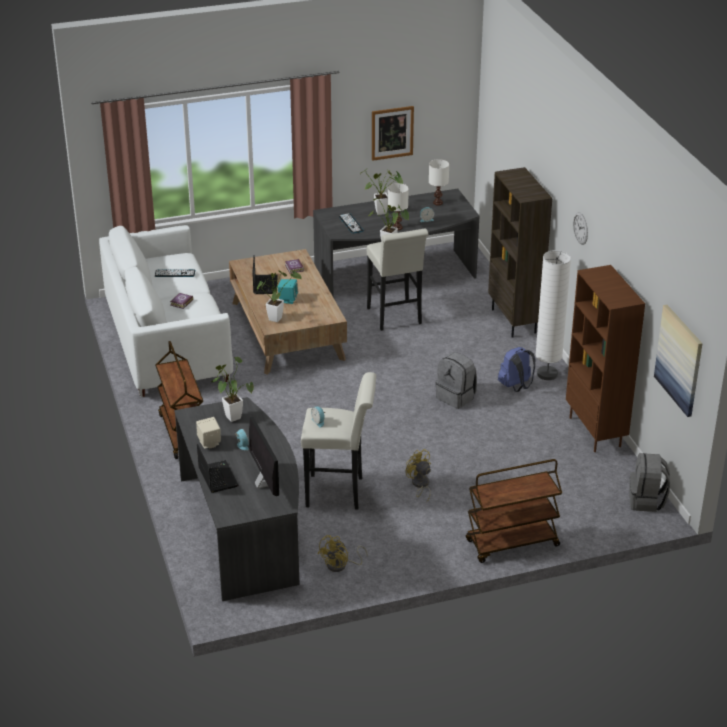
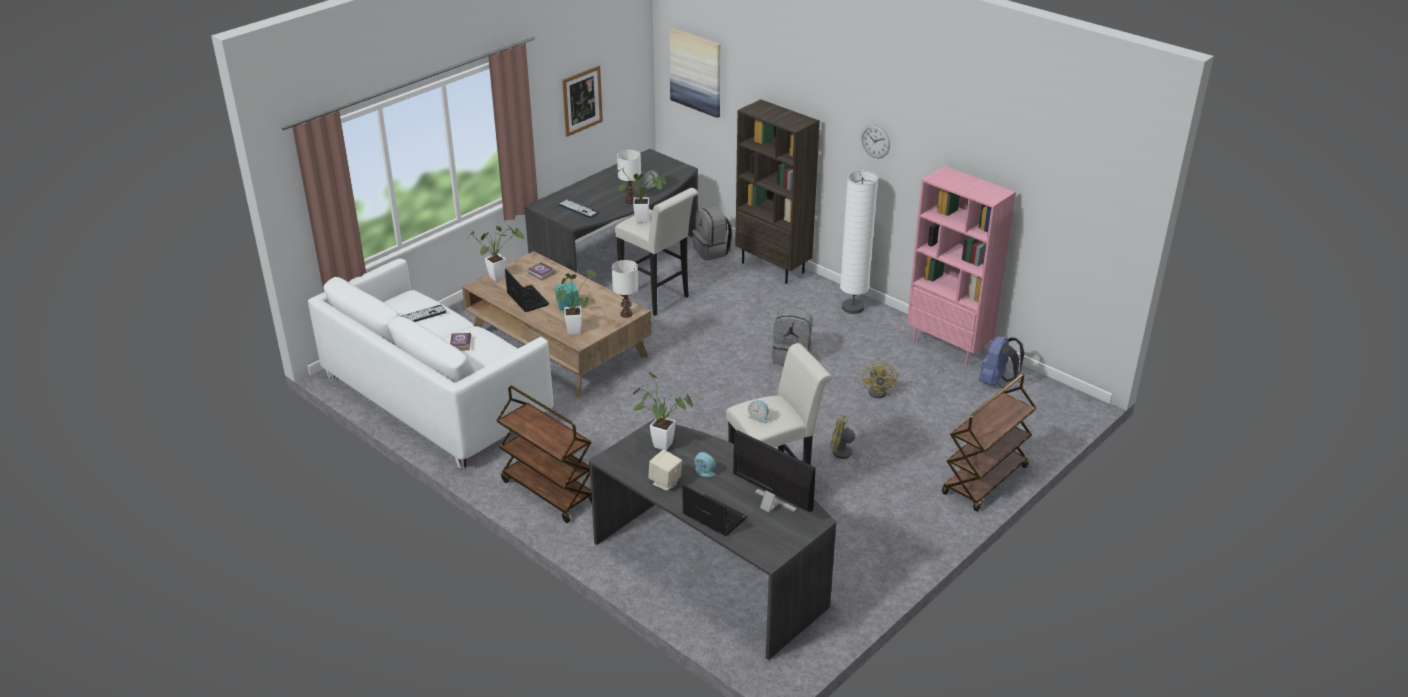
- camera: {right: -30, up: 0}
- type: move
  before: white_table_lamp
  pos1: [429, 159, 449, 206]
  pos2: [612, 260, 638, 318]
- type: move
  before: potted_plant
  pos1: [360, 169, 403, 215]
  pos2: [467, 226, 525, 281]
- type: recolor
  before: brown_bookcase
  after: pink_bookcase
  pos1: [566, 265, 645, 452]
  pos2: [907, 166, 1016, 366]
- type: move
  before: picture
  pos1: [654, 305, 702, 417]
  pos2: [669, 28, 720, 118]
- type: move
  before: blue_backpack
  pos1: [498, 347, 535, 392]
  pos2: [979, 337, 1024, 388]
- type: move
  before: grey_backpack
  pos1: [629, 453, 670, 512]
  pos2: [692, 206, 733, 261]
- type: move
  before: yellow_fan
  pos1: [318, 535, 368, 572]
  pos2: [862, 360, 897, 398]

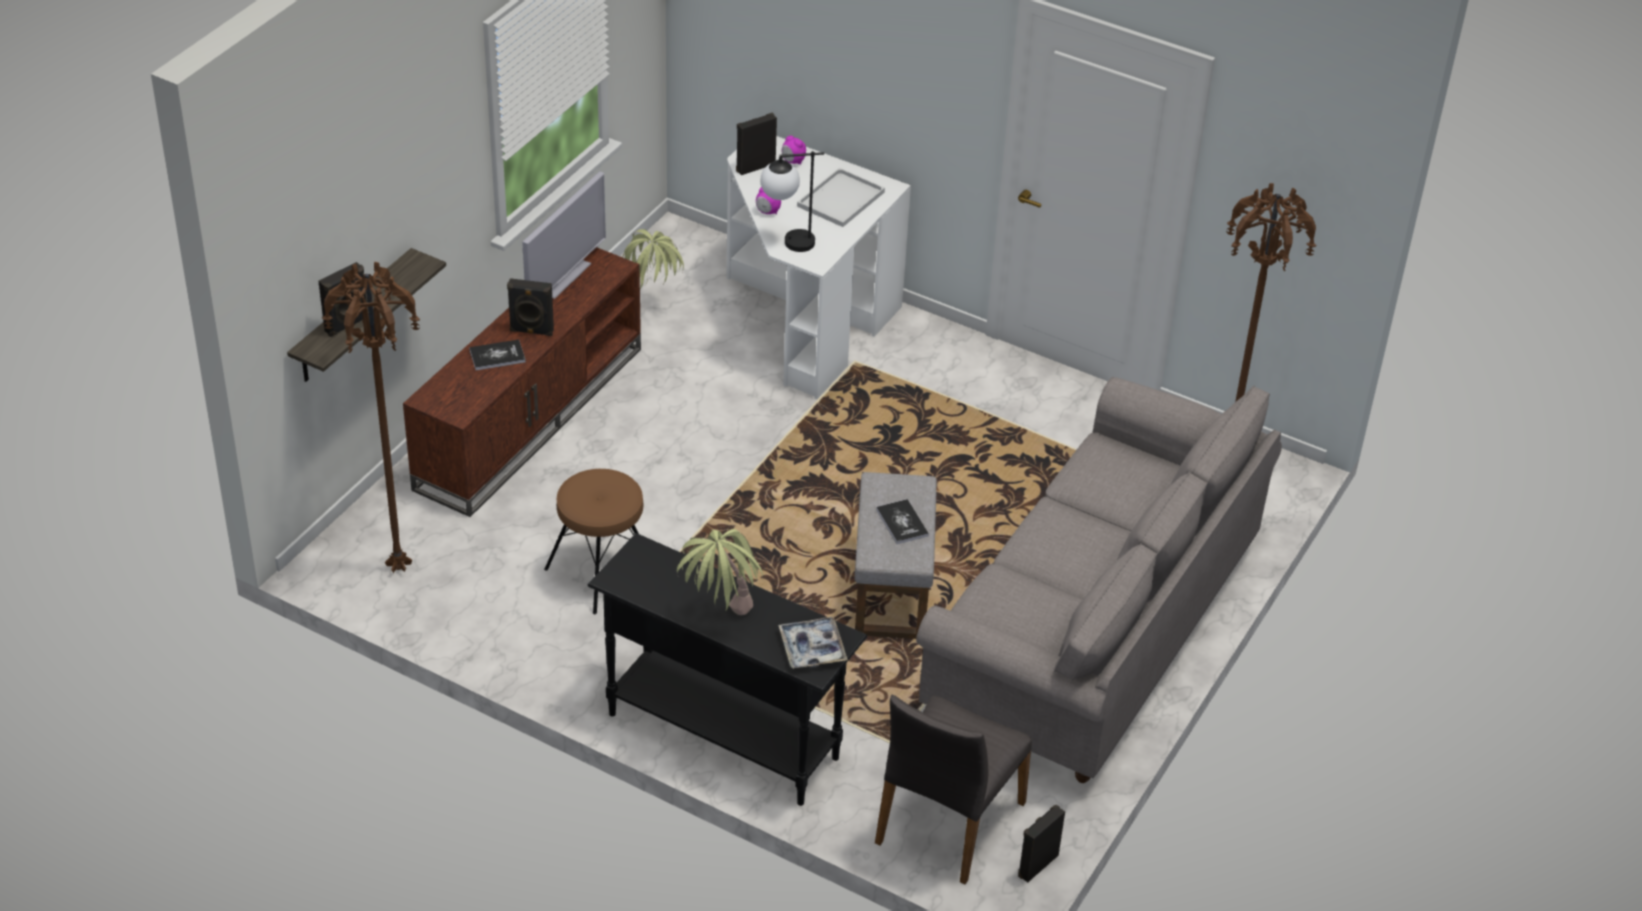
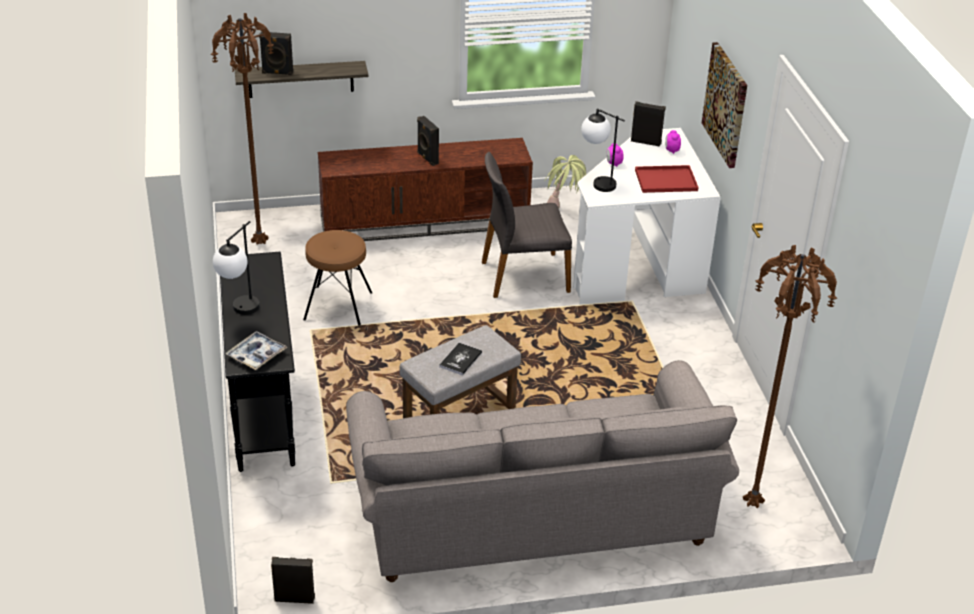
- camera: {right: 50, up: -5}
- type: recolor
  before: white_tray
  after: red_tray
  pos1: [797, 168, 885, 227]
  pos2: [635, 165, 699, 193]
- type: delete
  before: television
  pos1: [522, 172, 606, 299]
- type: delete
  before: book
  pos1: [469, 339, 526, 371]
- type: replace
  before: potted_plant
  after: table_lamp
  pos1: [677, 529, 763, 615]
  pos2: [213, 221, 260, 315]
- type: move
  before: grey_chair
  pos1: [875, 695, 1032, 884]
  pos2: [482, 152, 572, 298]
- type: insert
  after: picture
  pos2: [702, 42, 747, 168]

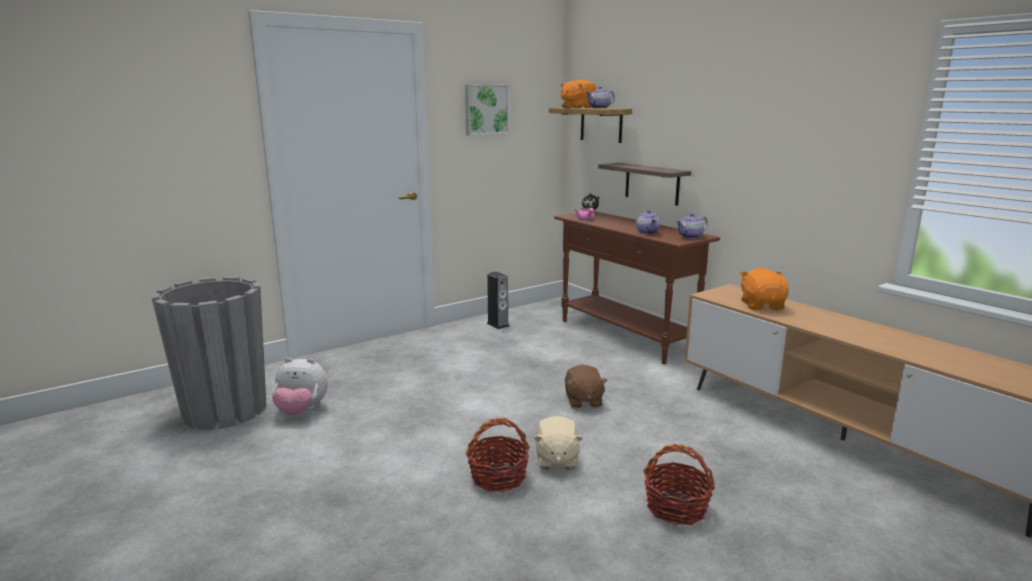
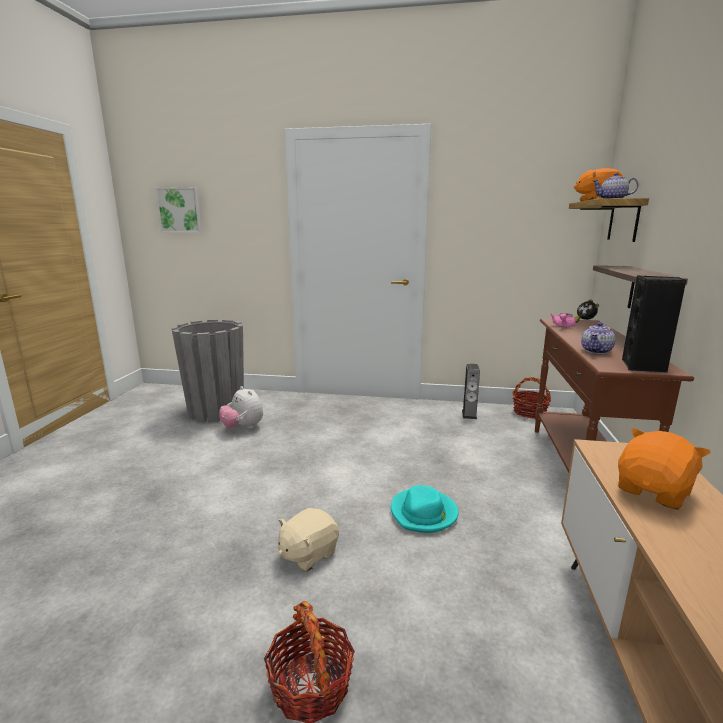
- camera: {right: 45, up: 0}
- type: move
  before: picture
  pos1: [465, 84, 509, 136]
  pos2: [155, 187, 202, 233]
- type: replace
  before: teapot
  after: black_speaker
  pos1: [676, 213, 708, 239]
  pos2: [622, 275, 687, 372]
- type: replace
  before: brown_plush_toy
  after: turquoise_hat
  pos1: [565, 365, 608, 408]
  pos2: [391, 485, 459, 533]
- type: move
  before: basket
  pos1: [465, 418, 529, 492]
  pos2: [512, 377, 551, 419]

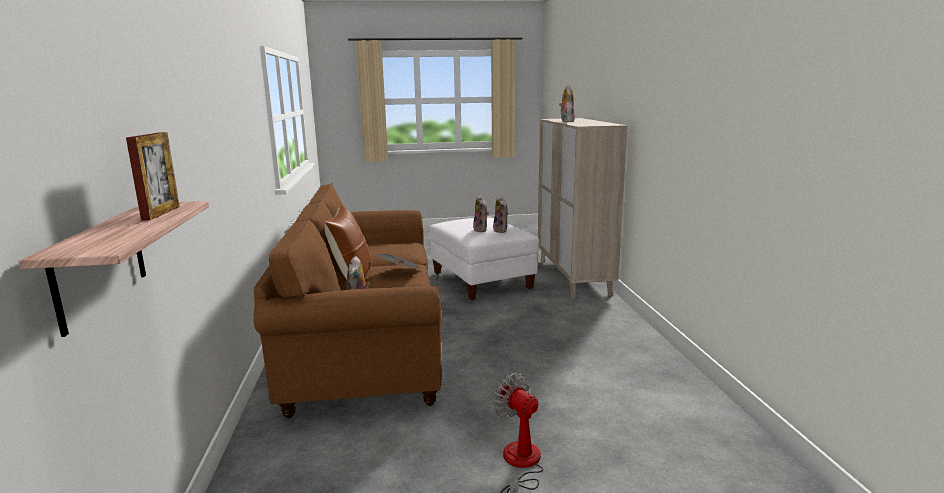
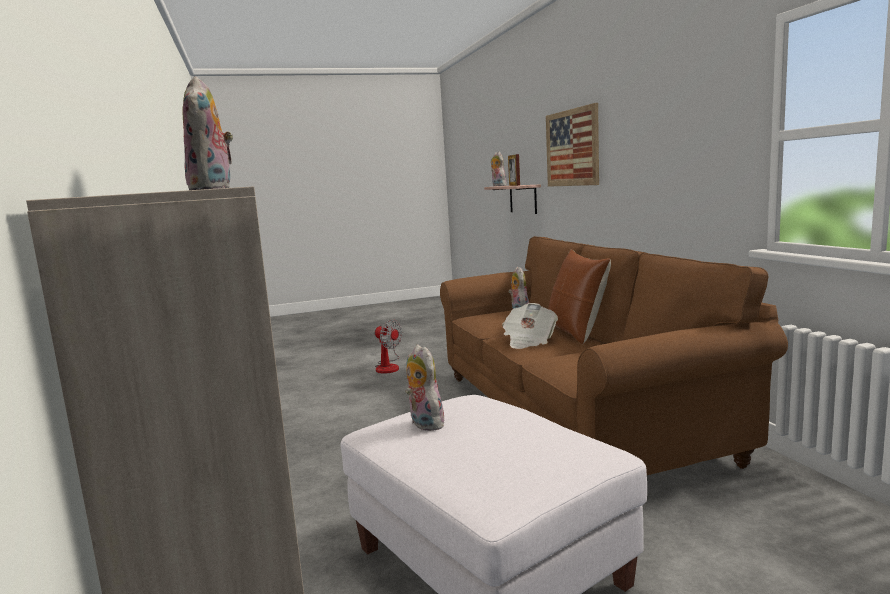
- camera: {right: 170, up: -5}
- type: move
  before: plush_toy
  pos1: [473, 195, 489, 232]
  pos2: [491, 152, 507, 186]
- type: insert
  after: picture
  pos2: [546, 103, 599, 187]

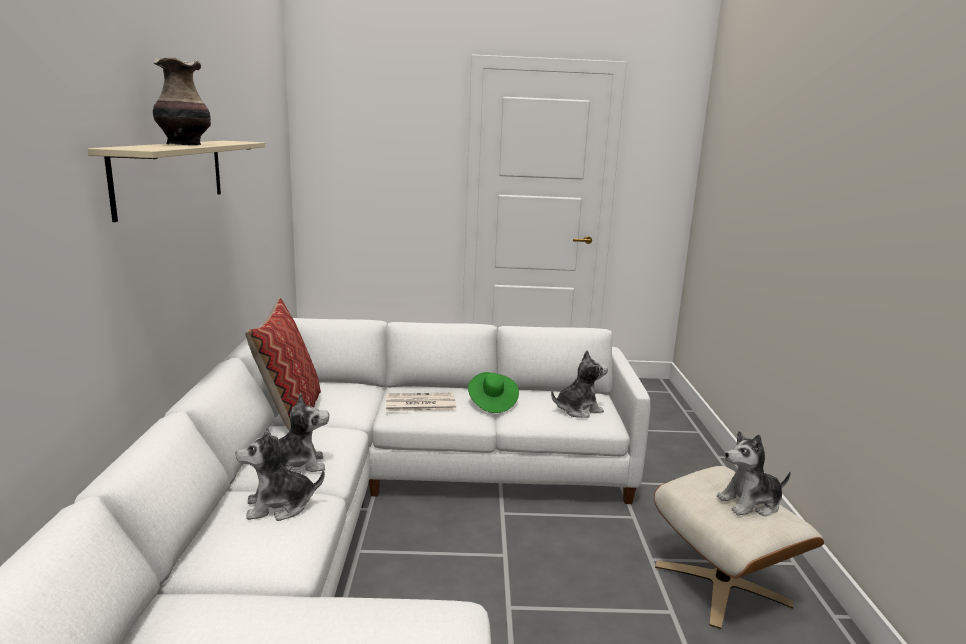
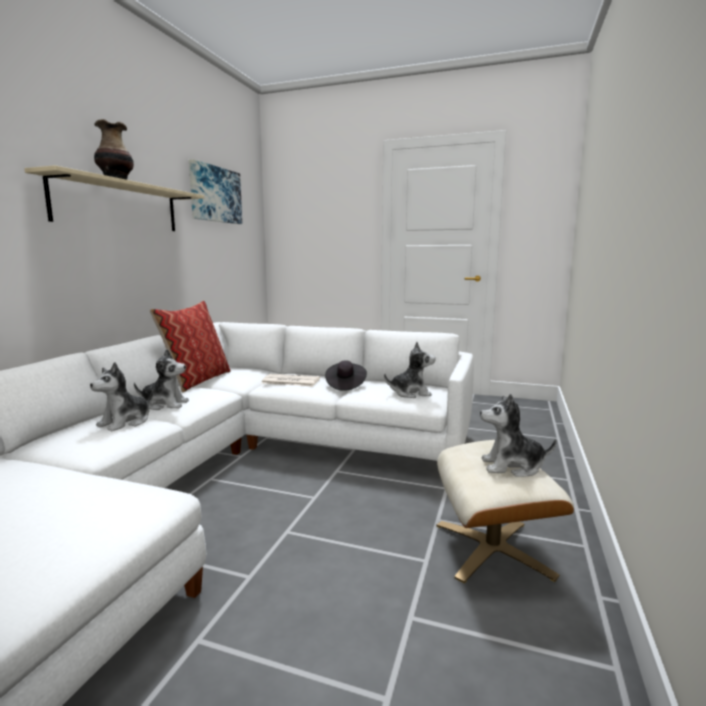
- camera: {right: 20, up: -5}
- type: recolor
  before: green_hat
  after: black_hat
  pos1: [468, 372, 519, 413]
  pos2: [325, 361, 367, 391]
- type: rotate
  before: plush_toy
  pos1: [236, 428, 325, 521]
  pos2: [90, 362, 154, 431]
  turn: -60
- type: insert
  after: picture
  pos2: [189, 159, 242, 224]

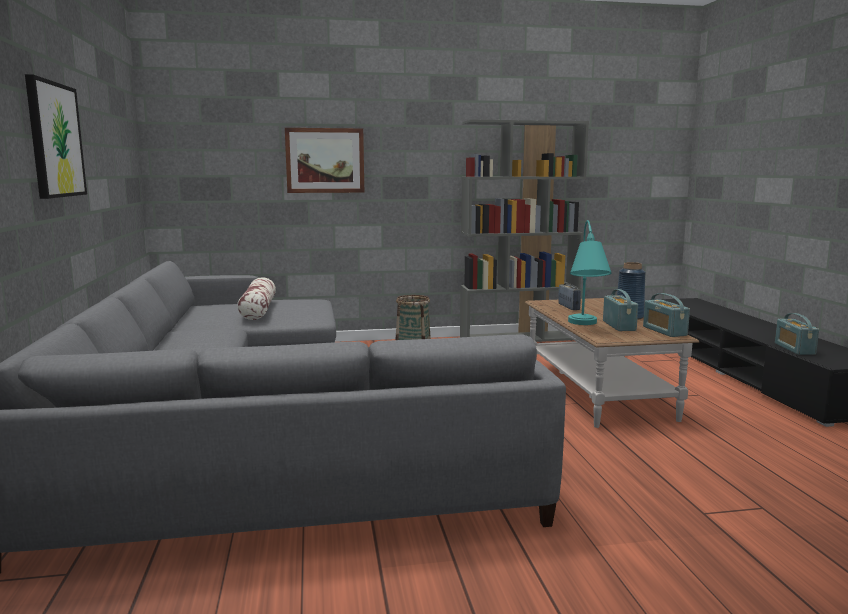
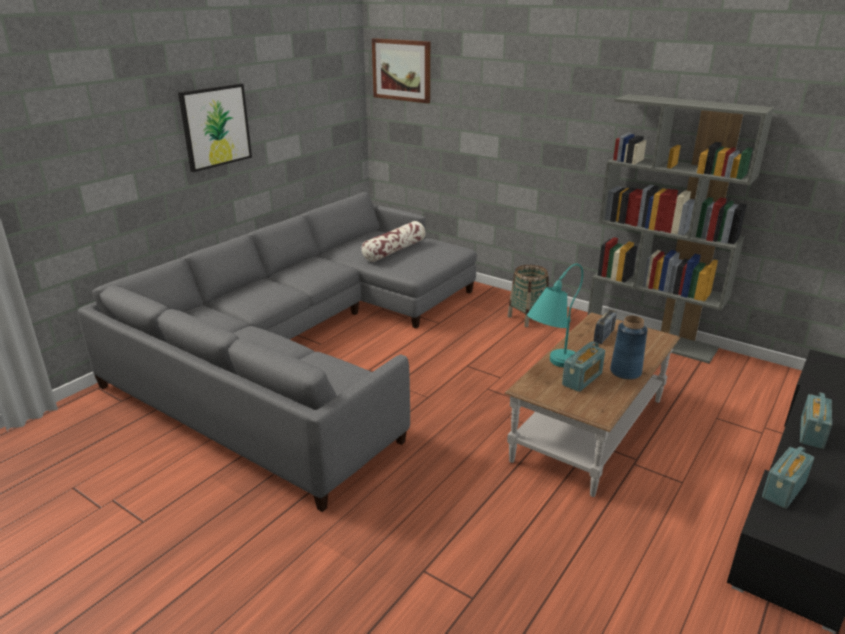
- camera: {right: 45, up: 15}
- type: move
  before: picture
  pos1: [285, 128, 364, 193]
  pos2: [372, 38, 430, 104]
- type: move
  before: radio
  pos1: [643, 293, 690, 337]
  pos2: [800, 392, 832, 449]

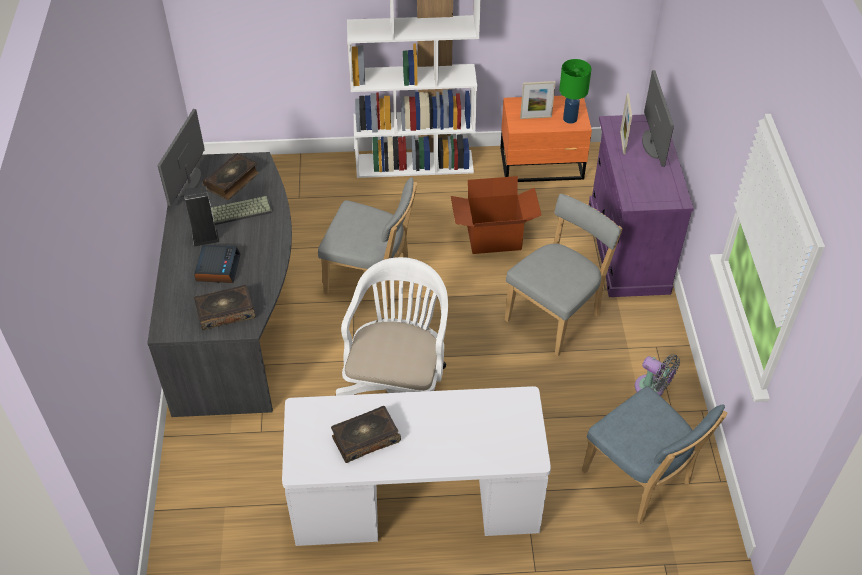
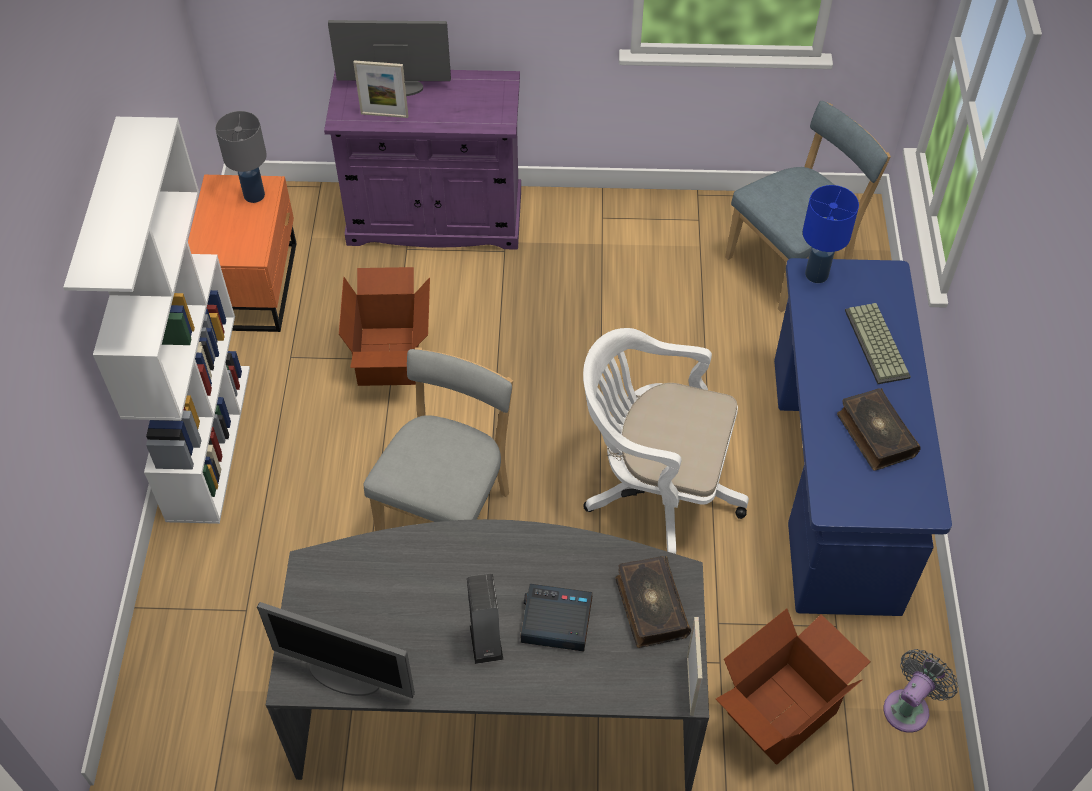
- camera: {right: -85, up: 5}
- type: recolor
  before: green_table_lamp
  after: grey_table_lamp
  pos1: [559, 59, 592, 124]
  pos2: [215, 111, 267, 203]
- type: move
  before: picture_frame
  pos1: [520, 81, 556, 119]
  pos2: [687, 617, 702, 716]
- type: delete
  before: book
  pos1: [203, 153, 259, 200]
- type: delete
  before: grey_chair
  pos1: [505, 194, 622, 356]
- type: move
  before: keyboard
  pos1: [211, 196, 272, 225]
  pos2: [845, 303, 911, 384]
- type: move
  before: grey_fan
  pos1: [635, 354, 680, 396]
  pos2: [884, 649, 958, 733]
- type: recolor
  before: white_desk
  after: blue_desk
  pos1: [282, 386, 551, 546]
  pos2: [774, 258, 952, 616]
- type: insert
  after: blue_table_lamp
  pos2: [803, 185, 859, 283]
- type: insert
  after: cardboard_box
  pos2: [716, 608, 870, 765]

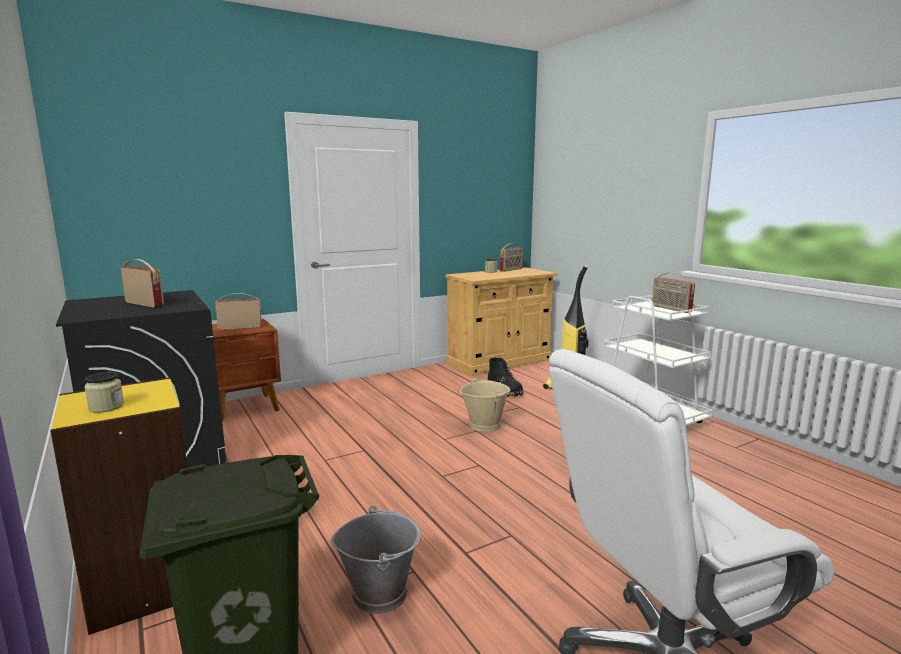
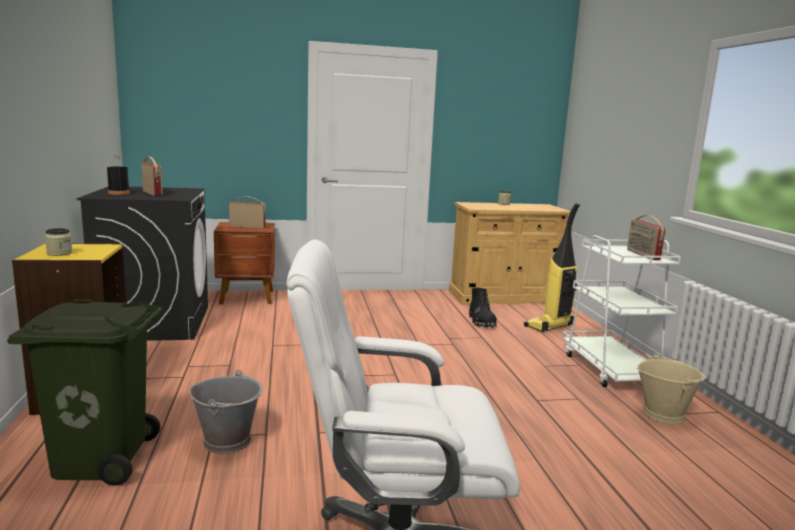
- camera: {right: 20, up: 0}
- type: delete
  before: radio
  pos1: [500, 243, 523, 272]
- type: move
  before: beige_bucket
  pos1: [460, 377, 510, 432]
  pos2: [637, 353, 705, 424]
- type: insert
  after: black_bottle
  pos2: [107, 156, 130, 195]

